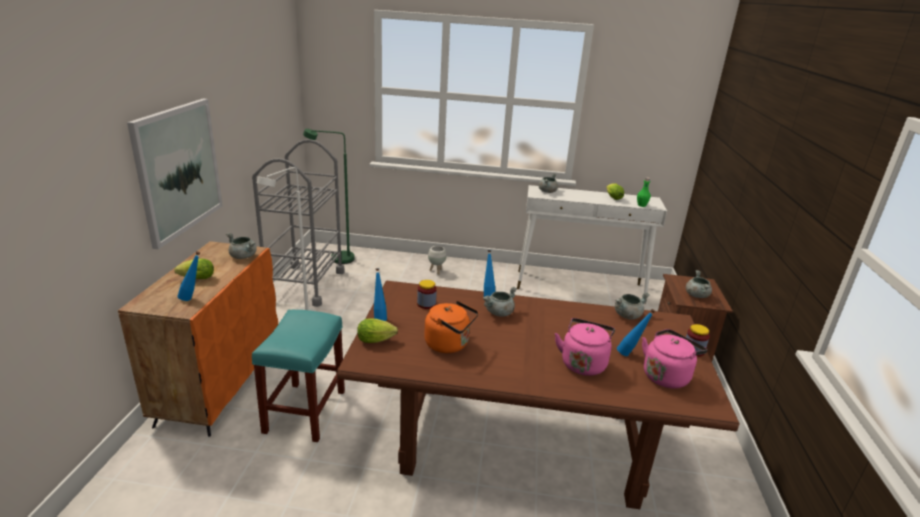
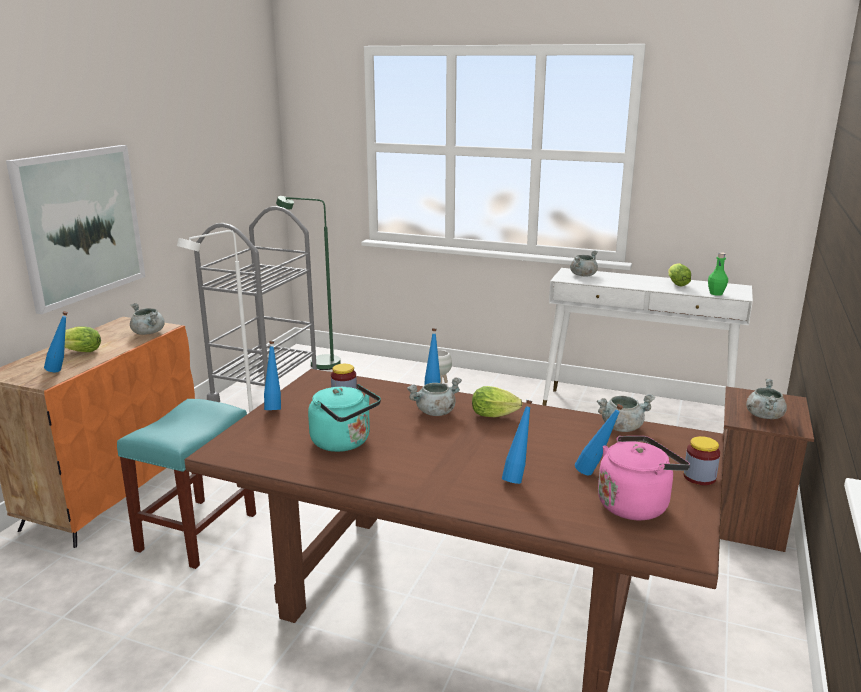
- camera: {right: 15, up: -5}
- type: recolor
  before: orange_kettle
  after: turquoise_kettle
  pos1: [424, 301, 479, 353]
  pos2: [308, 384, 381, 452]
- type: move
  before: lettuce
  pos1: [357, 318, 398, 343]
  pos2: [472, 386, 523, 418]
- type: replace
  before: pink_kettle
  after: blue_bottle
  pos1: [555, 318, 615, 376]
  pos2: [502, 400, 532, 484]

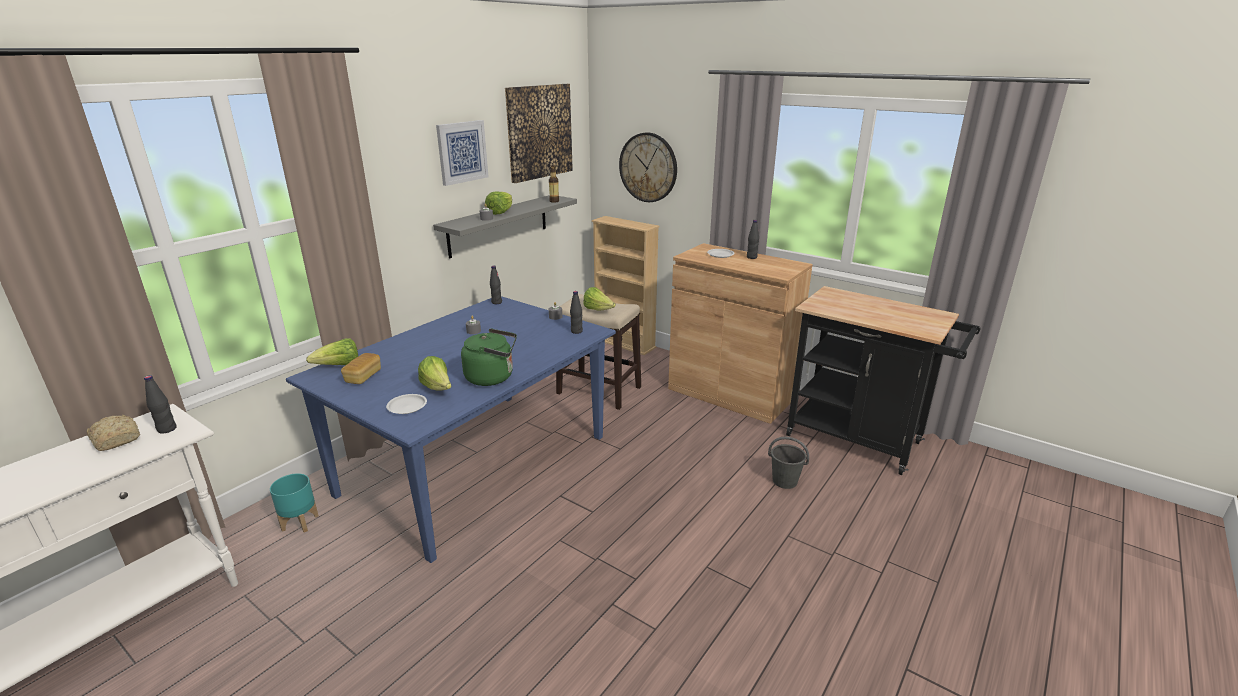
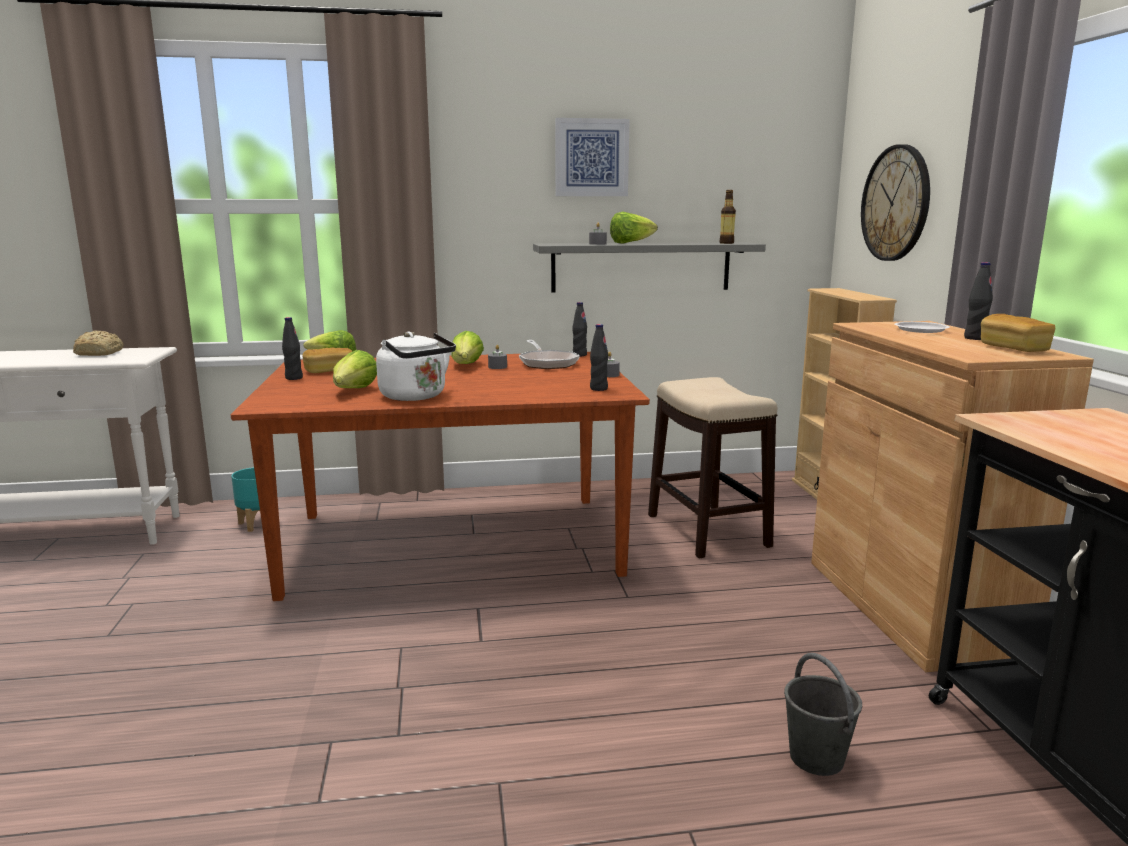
- camera: {right: 45, up: -10}
- type: delete
  before: picture
  pos1: [505, 84, 573, 183]
- type: move
  before: lettuce
  pos1: [583, 287, 616, 310]
  pos2: [451, 331, 484, 364]
- type: recolor
  before: blue_dining_table
  after: brown_dining_table
  pos1: [286, 296, 616, 563]
  pos2: [231, 352, 650, 601]
- type: recolor
  before: green_kettle
  after: white_kettle
  pos1: [461, 328, 517, 386]
  pos2: [376, 332, 456, 401]
- type: move
  before: black_bottle
  pos1: [144, 375, 177, 434]
  pos2: [282, 317, 303, 380]
- type: delete
  before: white_plate
  pos1: [386, 394, 427, 414]
- type: insert
  after: bread
  pos2: [981, 314, 1055, 352]
- type: insert
  after: frying_pan
  pos2: [519, 340, 580, 369]

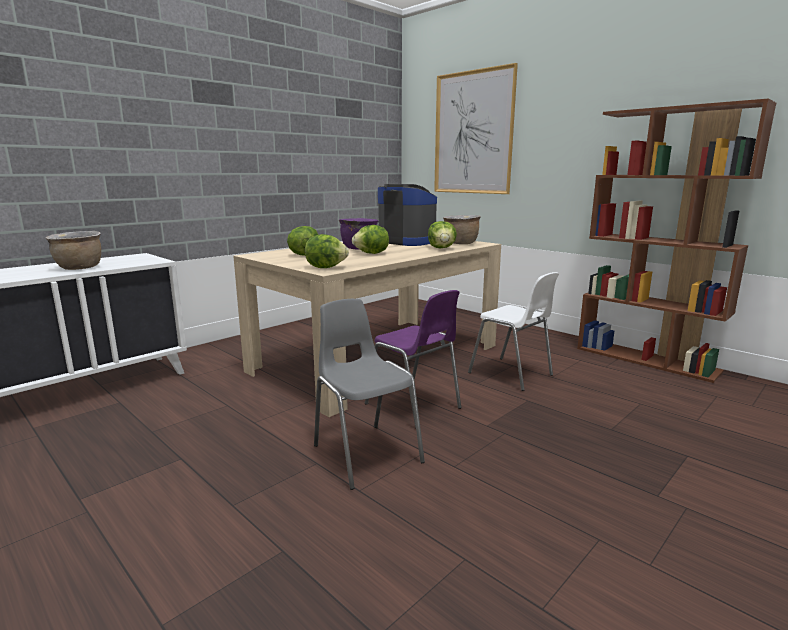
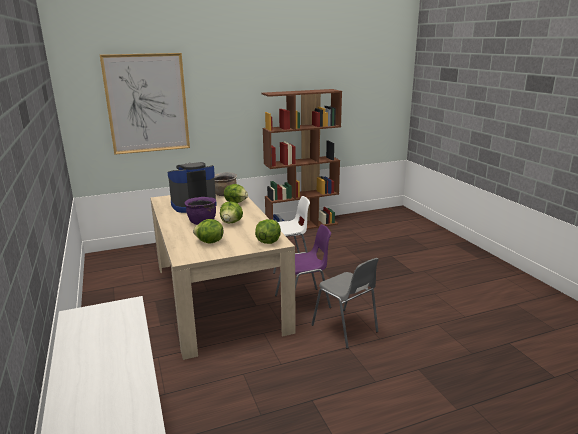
- camera: {right: -65, up: 5}
- type: delete
  before: brown_cooking_pot
  pos1: [45, 231, 101, 270]
- type: rotate
  before: grey_chair
  pos1: [314, 299, 425, 490]
  pos2: [311, 258, 379, 349]
  turn: -120

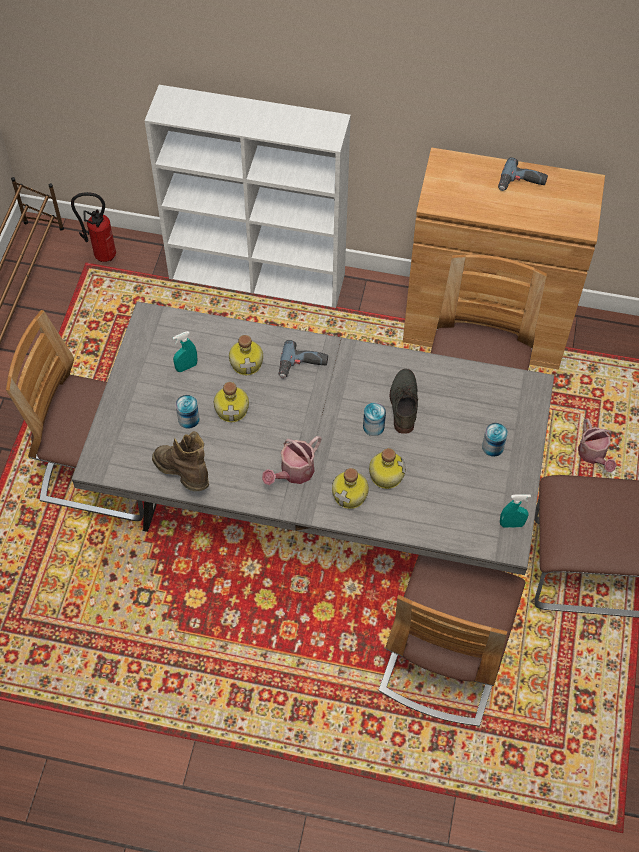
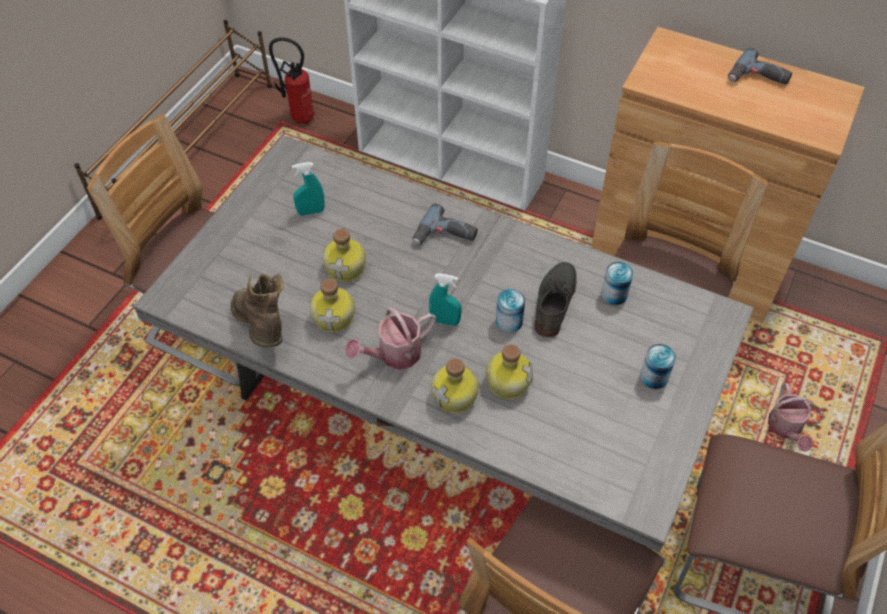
- camera: {right: 15, up: -5}
- type: move
  before: bottle
  pos1: [229, 335, 263, 375]
  pos2: [310, 279, 355, 333]
- type: move
  before: can
  pos1: [175, 395, 200, 429]
  pos2: [601, 262, 633, 305]
- type: move
  before: turquoise_spray_bottle
  pos1: [500, 494, 531, 527]
  pos2: [429, 273, 462, 326]

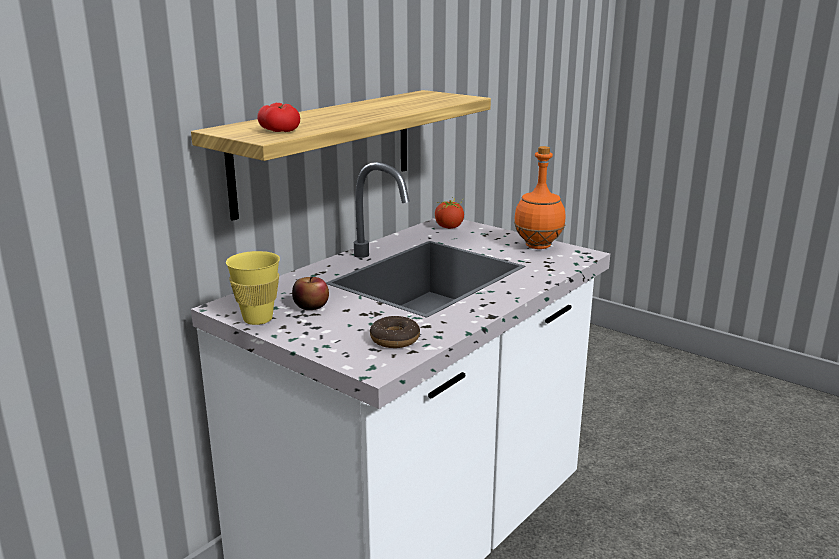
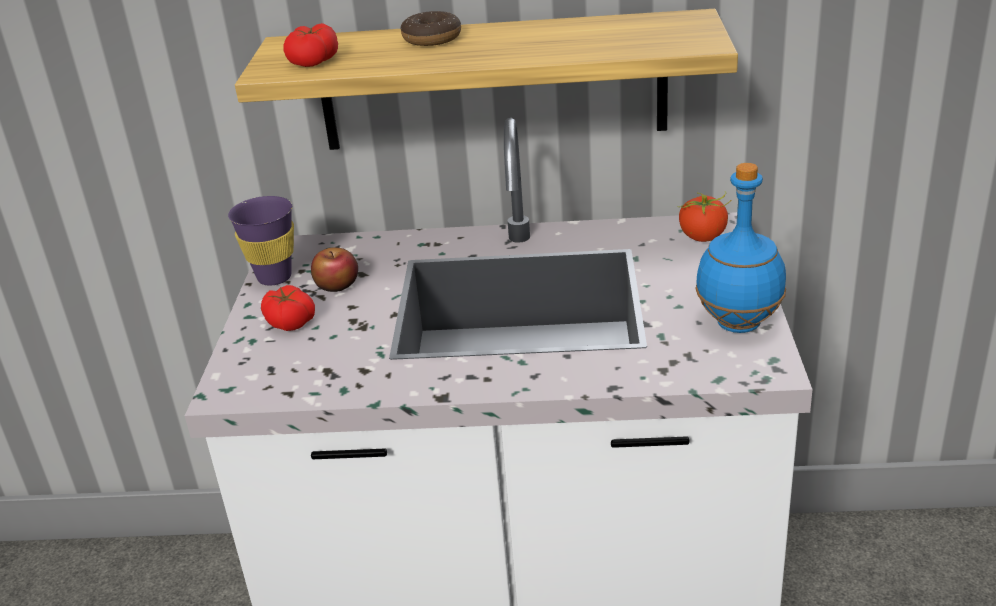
- camera: {right: 55, up: 10}
- type: recolor
  before: orange_bottle
  after: blue_bottle
  pos1: [514, 146, 565, 249]
  pos2: [695, 163, 786, 333]
- type: recolor
  before: yellow_cup
  after: purple_cup
  pos1: [226, 251, 280, 325]
  pos2: [228, 196, 294, 286]
- type: move
  before: donut
  pos1: [370, 316, 420, 348]
  pos2: [400, 11, 461, 46]
- type: insert
  after: tomato
  pos2: [261, 285, 315, 331]

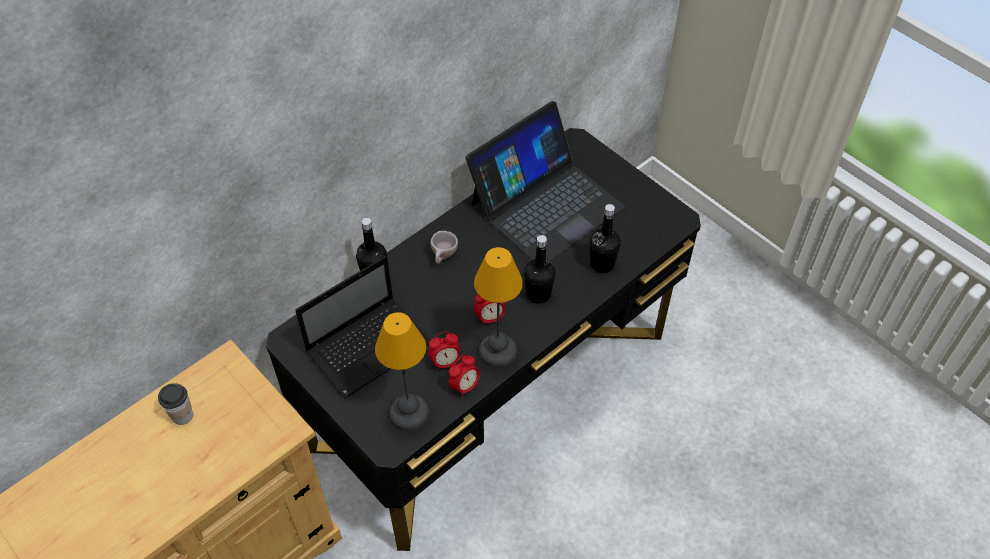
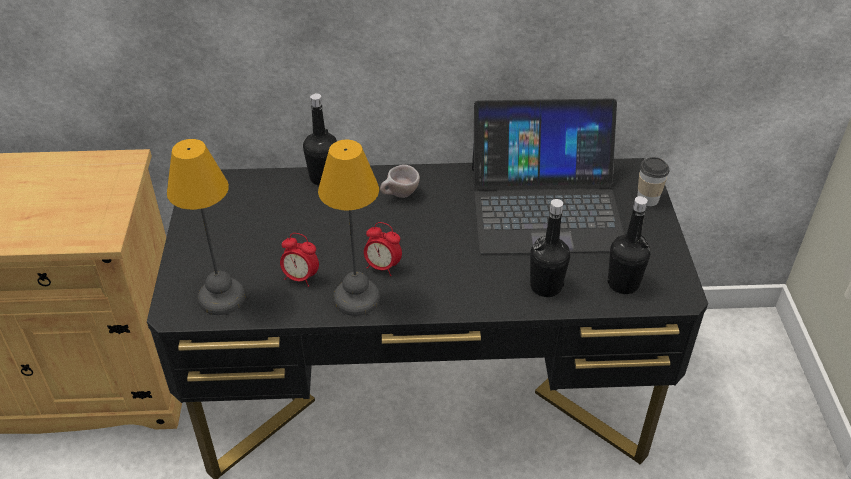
- camera: {right: 40, up: -10}
- type: move
  before: black_bottle
  pos1: [524, 235, 556, 304]
  pos2: [608, 196, 650, 294]
- type: delete
  before: laptop
  pos1: [295, 256, 430, 399]
- type: delete
  before: alarm_clock
  pos1: [449, 355, 480, 398]
- type: move
  before: cup
  pos1: [158, 383, 193, 425]
  pos2: [637, 157, 669, 206]

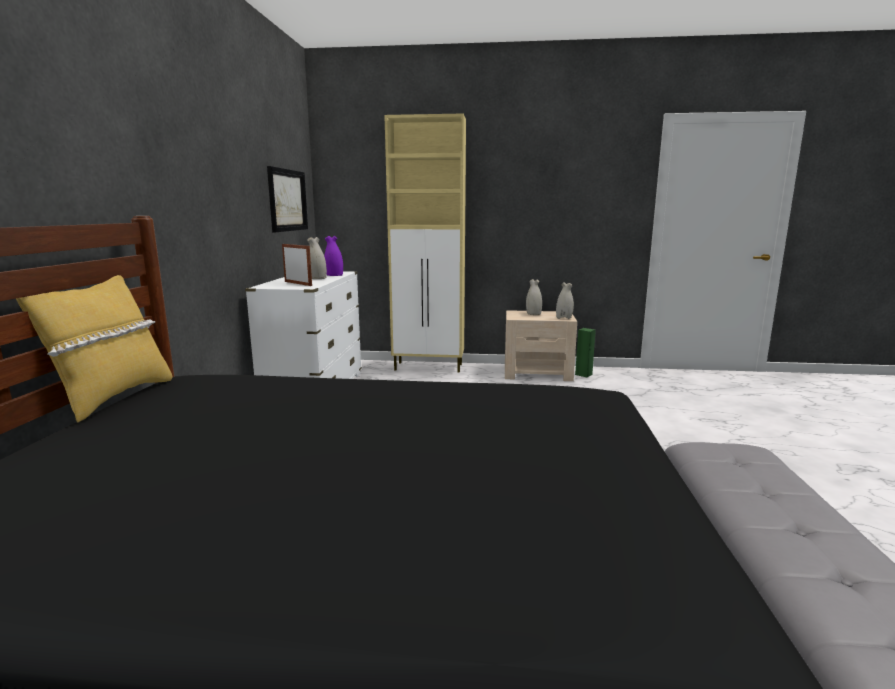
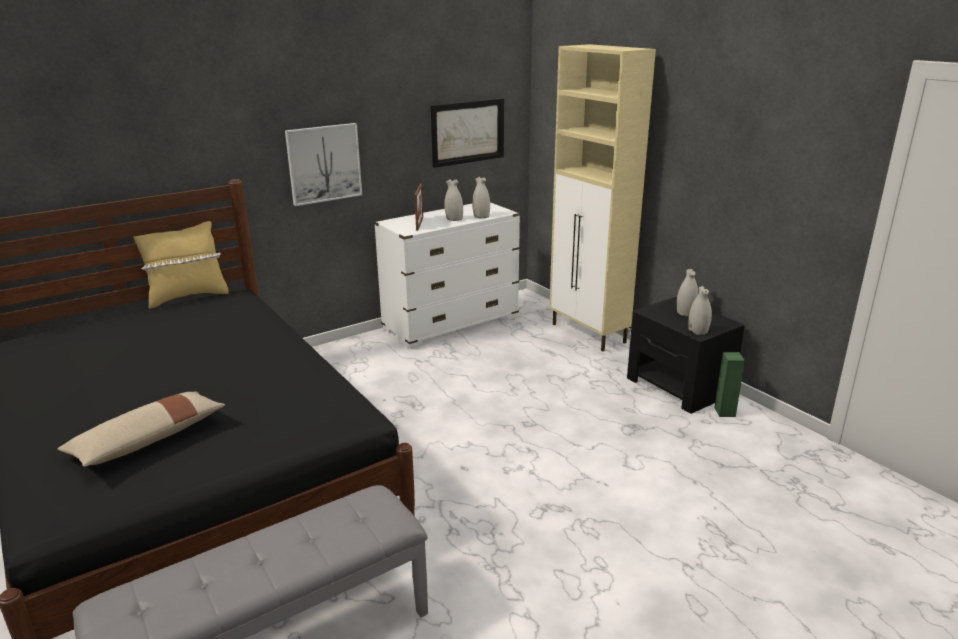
- camera: {right: 50, up: 10}
- type: recolor
  before: purple_vase
  after: white_vase
  pos1: [324, 236, 343, 276]
  pos2: [472, 177, 490, 218]
- type: recolor
  before: beige_nightstand
  after: black_nightstand
  pos1: [505, 310, 577, 381]
  pos2: [627, 297, 745, 414]
- type: insert
  after: picture
  pos2: [285, 123, 362, 206]
- type: insert
  after: beige_pillow
  pos2: [57, 391, 225, 467]

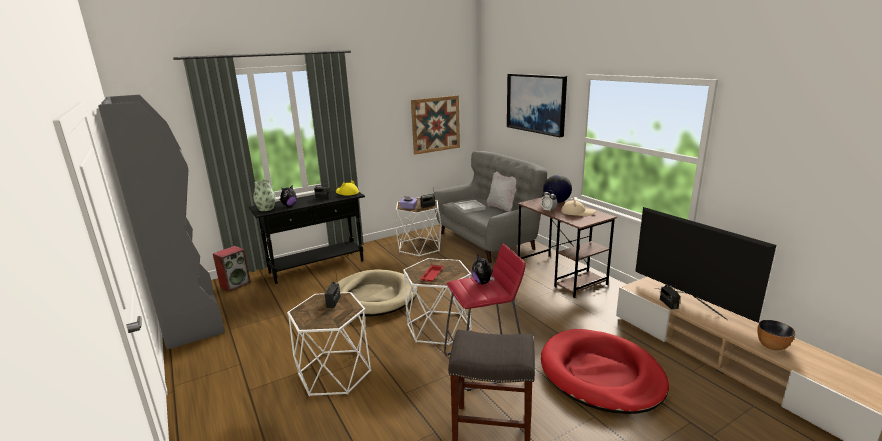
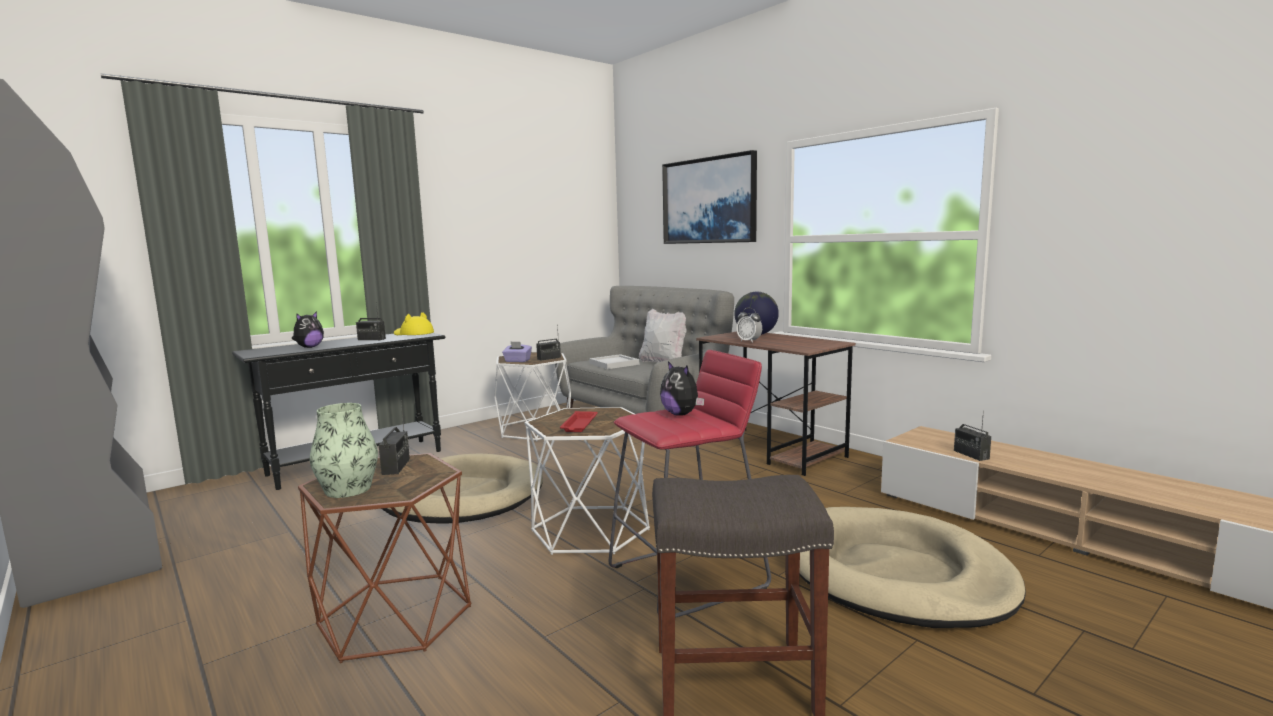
- camera: {right: -10, up: -10}
- type: delete
  before: picture
  pos1: [411, 95, 460, 155]
- type: move
  before: vase
  pos1: [253, 180, 275, 211]
  pos2: [310, 403, 378, 498]
- type: delete
  before: beige_hat
  pos1: [561, 197, 596, 216]
- type: delete
  before: television
  pos1: [635, 207, 776, 323]
- type: delete
  before: speaker
  pos1: [213, 246, 251, 292]
- type: recolor
  before: white_side_table
  after: brown_side_table
  pos1: [287, 292, 371, 397]
  pos2: [298, 453, 471, 663]
- type: delete
  before: bowl
  pos1: [757, 320, 796, 350]
- type: recolor
  before: red_dog_bed
  after: beige_dog_bed
  pos1: [541, 329, 669, 414]
  pos2: [799, 507, 1026, 628]

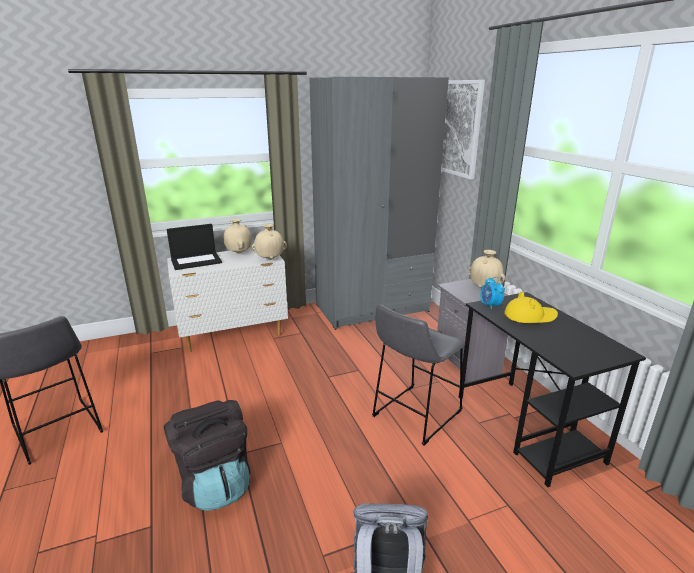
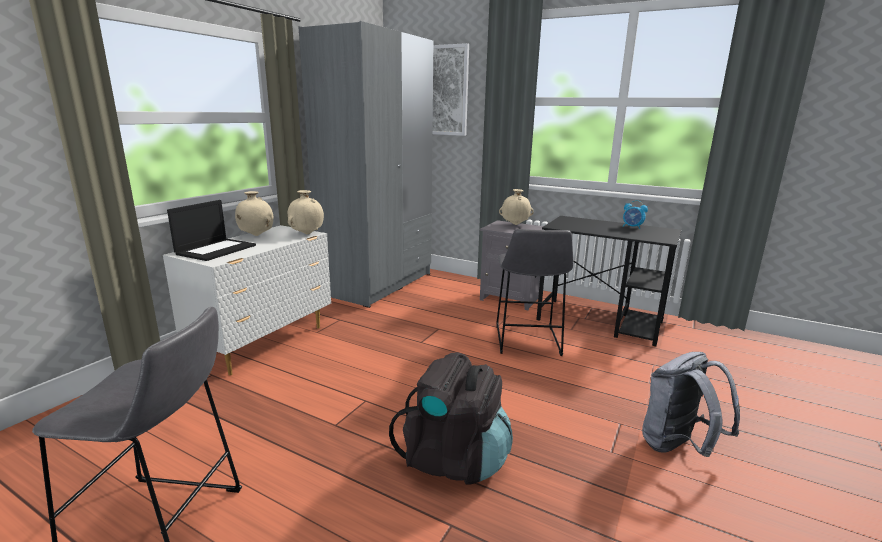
- camera: {right: -40, up: -5}
- type: move
  before: alarm_clock
  pos1: [480, 277, 505, 310]
  pos2: [622, 200, 648, 229]
- type: delete
  before: yellow_hat
  pos1: [504, 292, 558, 323]

